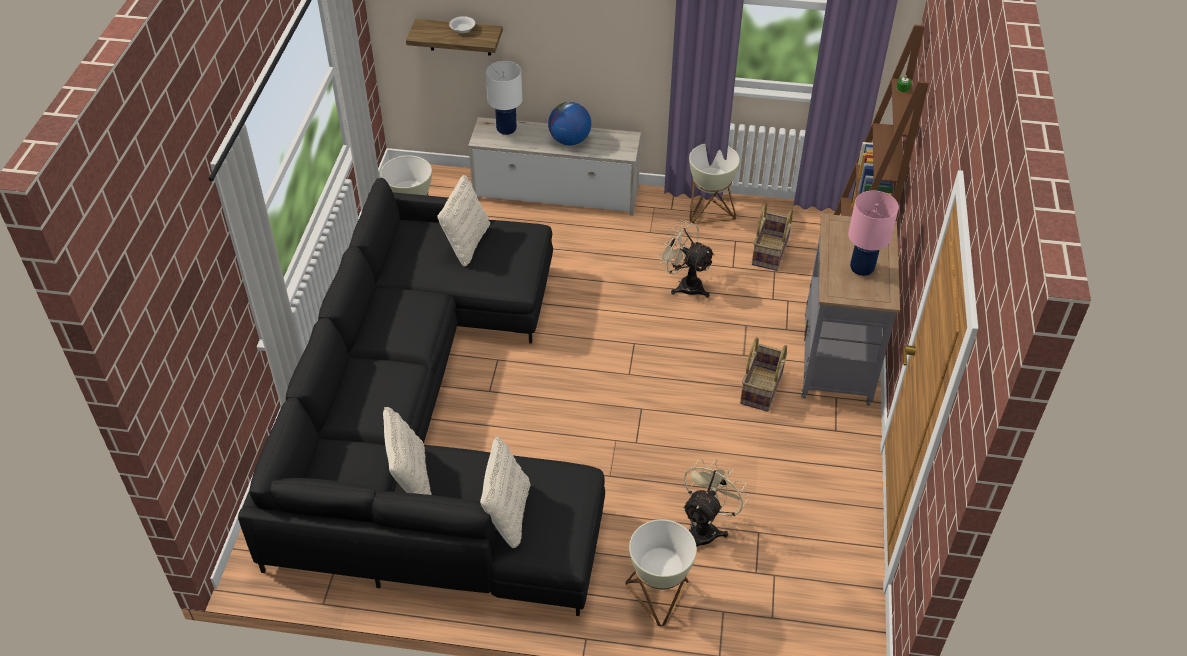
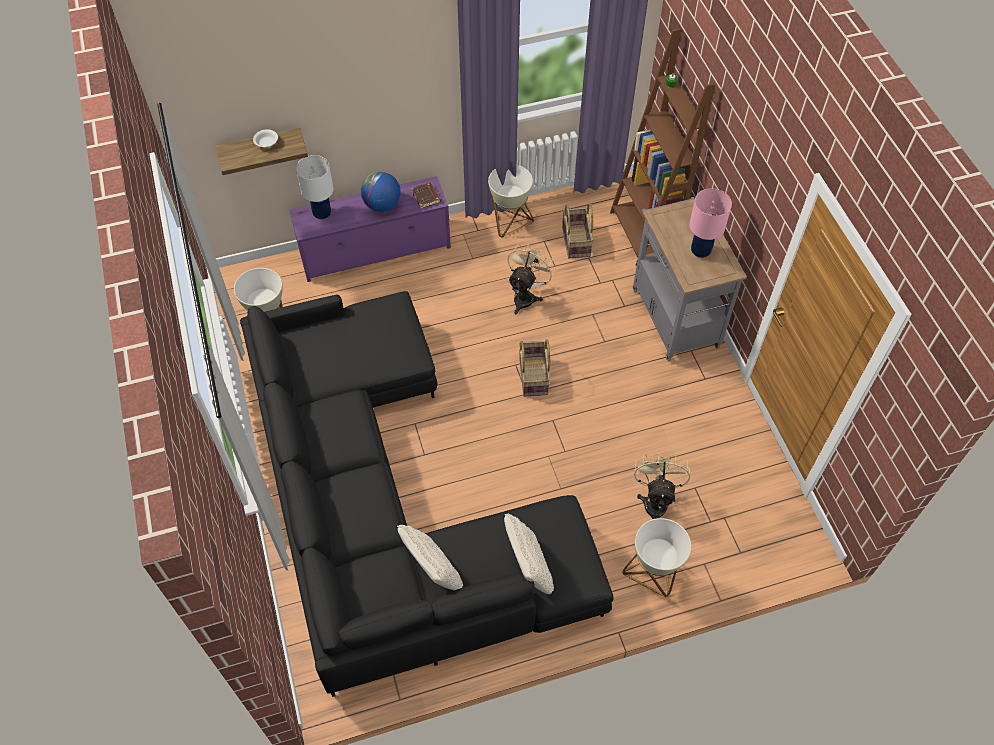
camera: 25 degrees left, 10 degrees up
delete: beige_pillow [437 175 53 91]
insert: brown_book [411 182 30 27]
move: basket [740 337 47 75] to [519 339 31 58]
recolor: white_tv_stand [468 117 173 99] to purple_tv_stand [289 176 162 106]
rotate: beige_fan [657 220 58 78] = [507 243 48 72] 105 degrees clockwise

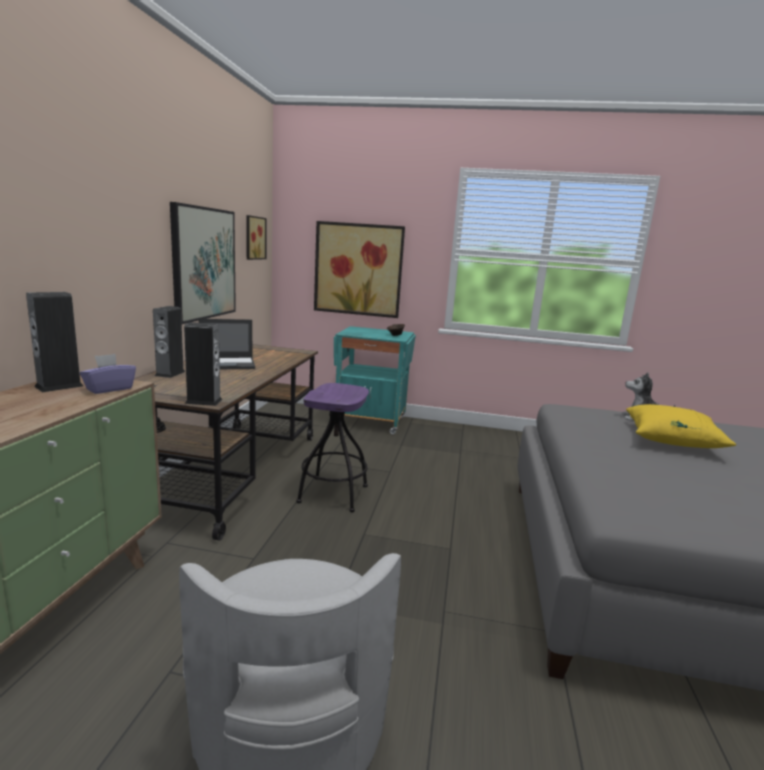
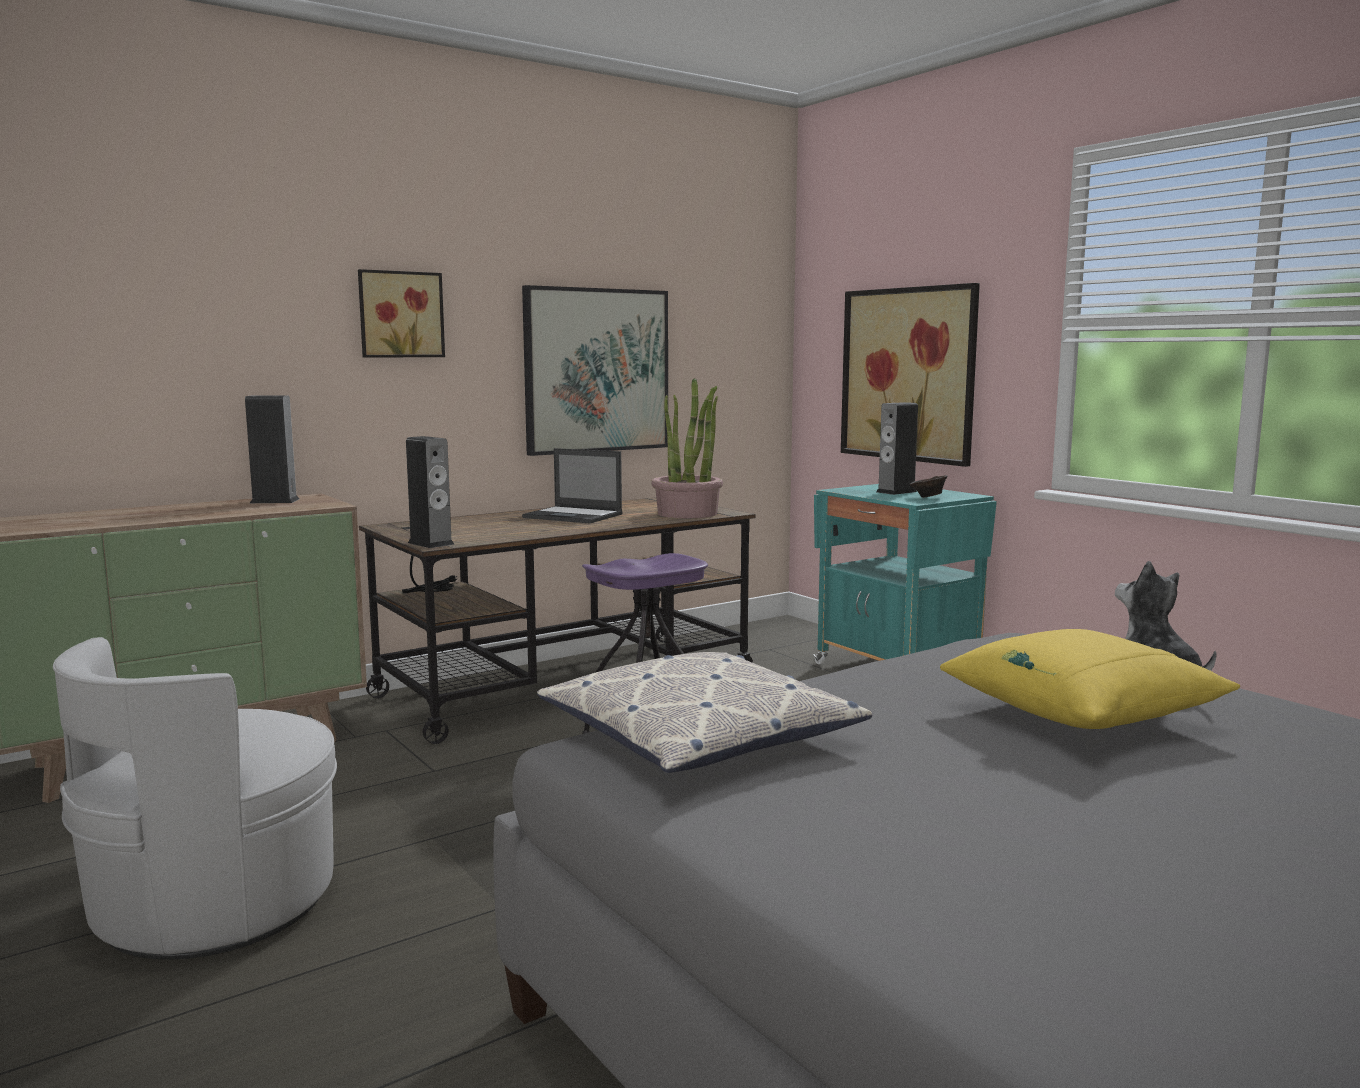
camera: 45 degrees right, 5 degrees down
delete: purple_tissue_box [80 354 56 40]
insert: pillow [537 652 335 121]; potted_plant [651 379 72 139]
move: speaker [153 306 32 72] to [876 402 42 93]; picture [246 215 21 45] to [358 269 87 88]

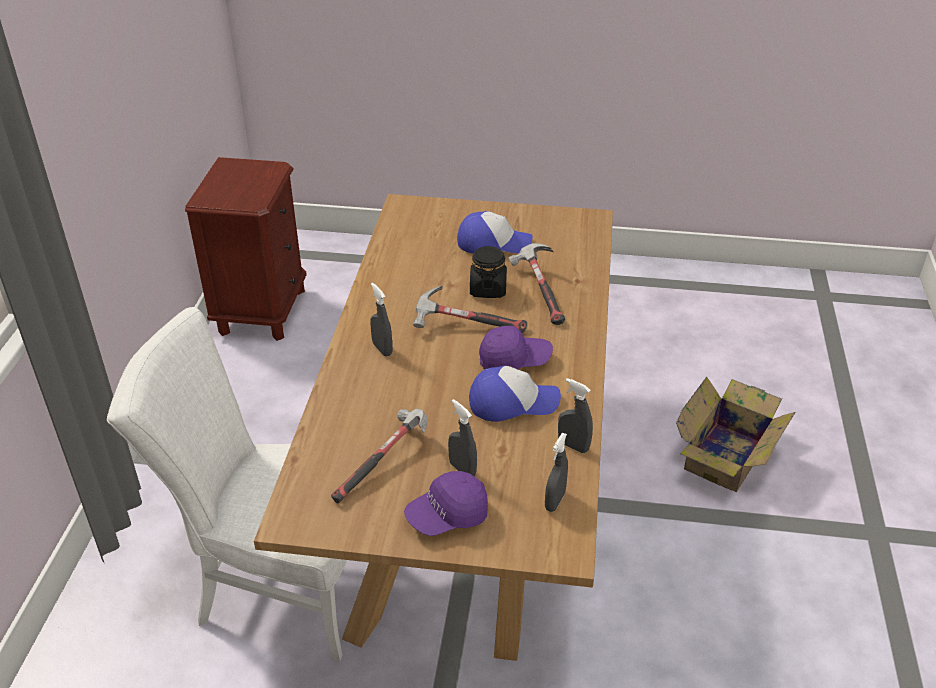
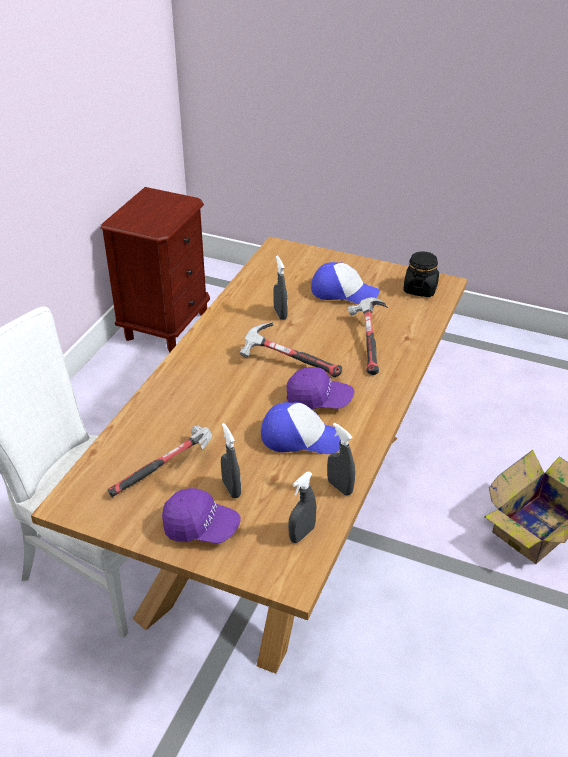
camera: 15 degrees right, 0 degrees up
move: grey_spray_bottle [370 283 23 74] to [273 255 15 65]; black_jar [470 246 37 52] to [403 251 36 46]
rotate: purple_cap [404 471 84 65] = [162 488 79 55] 150 degrees counterclockwise

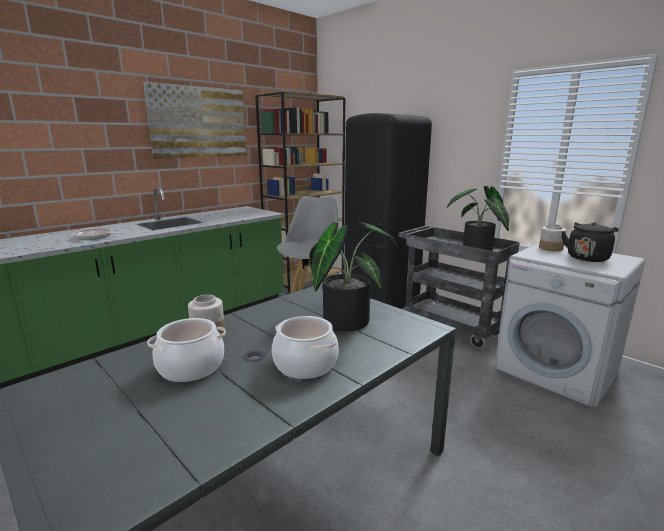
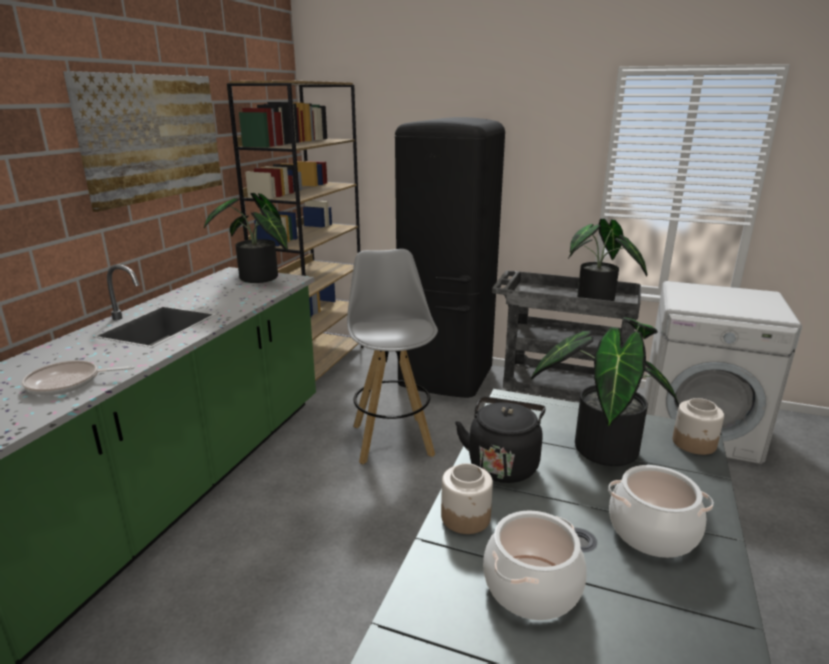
camera: 25 degrees left, 5 degrees up
insert: potted_plant [204 193 84 90]
move: jar [539 224 27 27] to [673 398 51 57]; black_kettle [561 222 58 40] to [455 397 91 86]

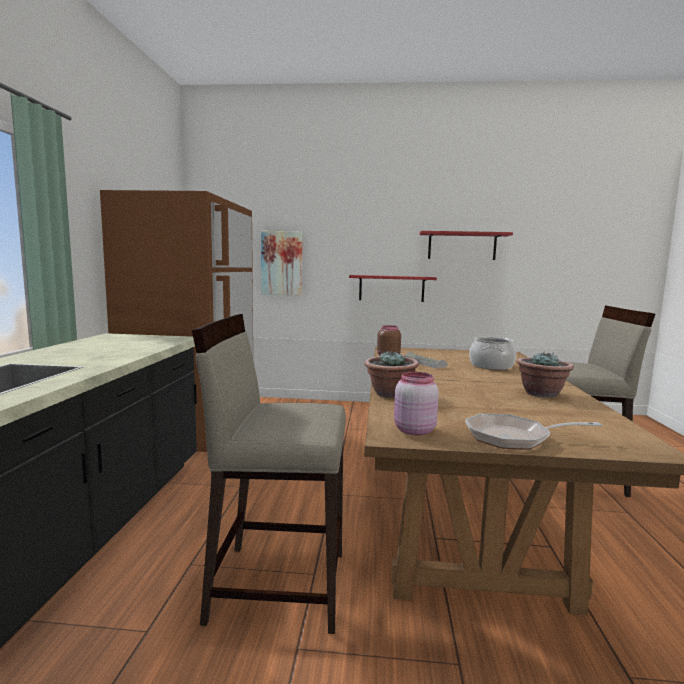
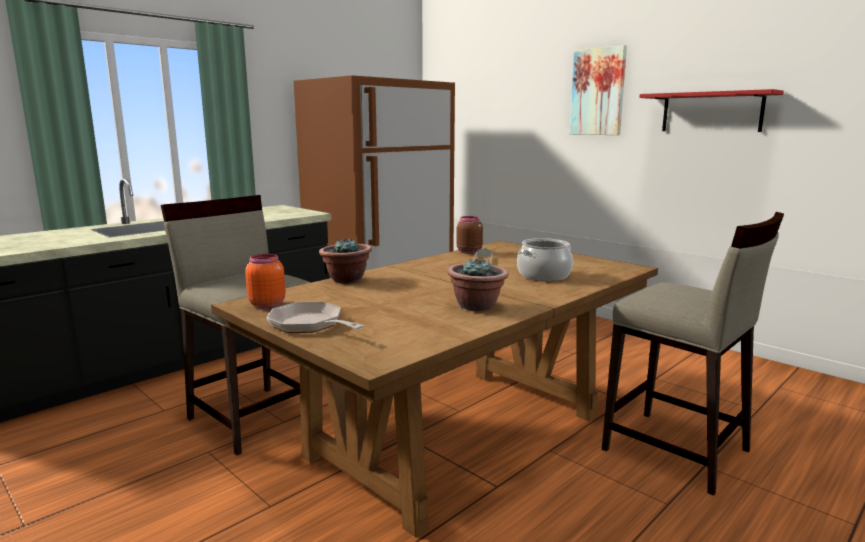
camera: 40 degrees right, 5 degrees up
delete: red_shelf [349 275 88 27]
move: picture [261 231 42 65] to [569 45 58 90]
recolor: pink_jar [394 372 45 64] to orange_jar [245 254 40 54]

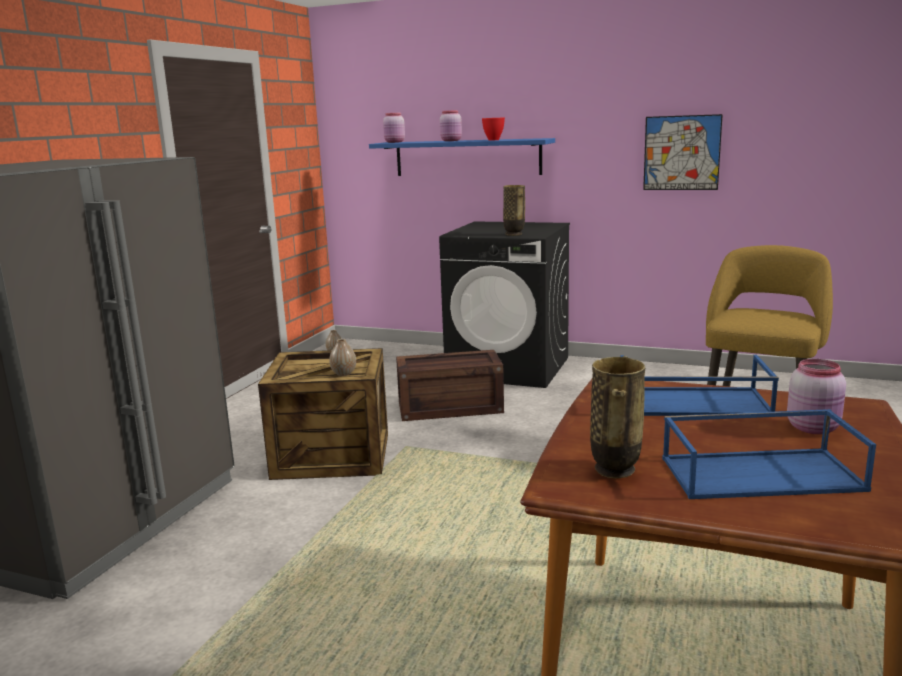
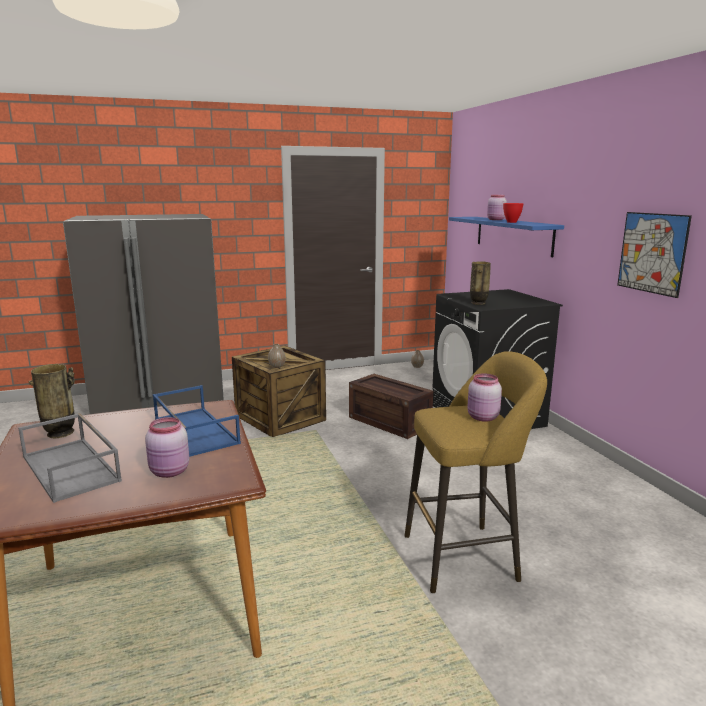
camera: 50 degrees right, 0 degrees up
move: pink_jar [383 113 22 30] to [467 373 35 49]
recolor: blue_tray [662 409 214 90] to grey_tray [18 413 104 90]

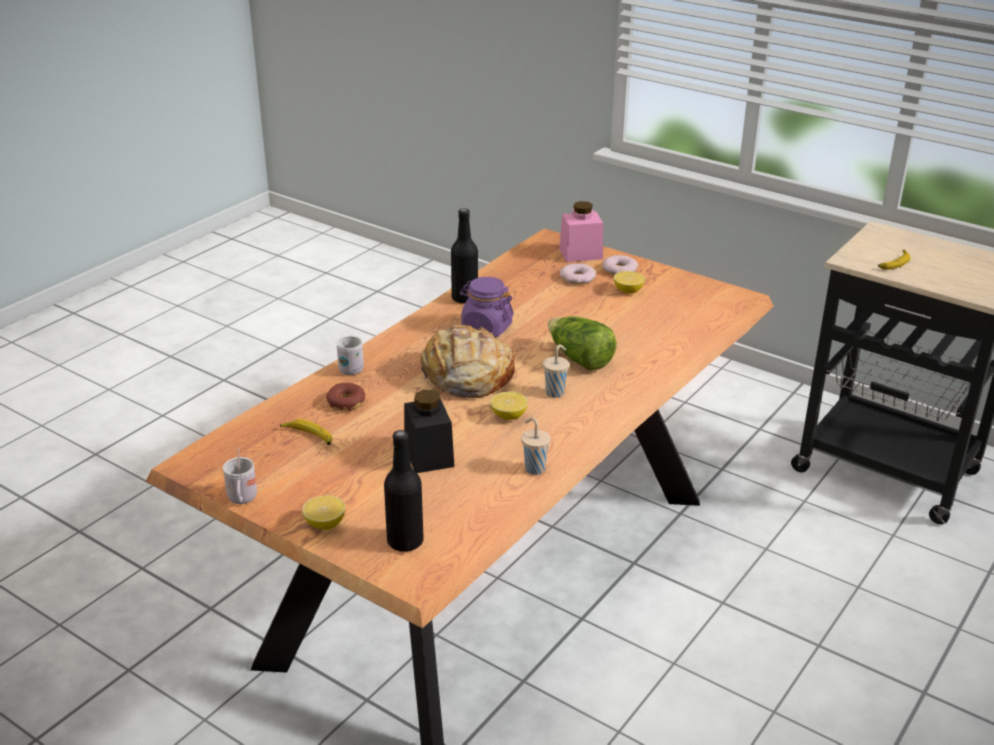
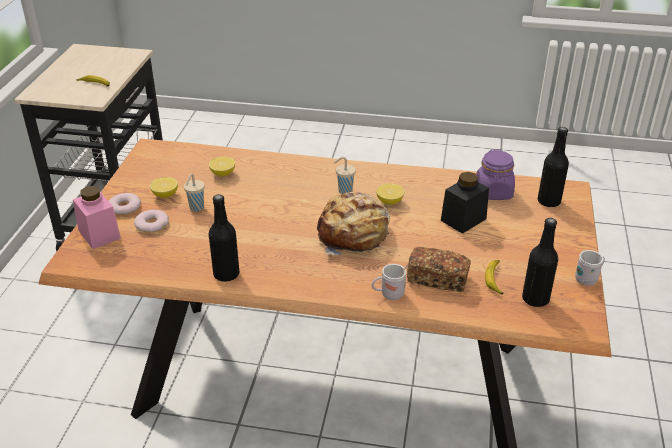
camera: 115 degrees left, 5 degrees up
delete: lettuce [548 316 69 54]
insert: black_bottle [522 218 36 89]
move: lemon [302 495 44 35] to [209 157 26 20]; purple_jar [460 277 54 60] to [476 149 39 51]; beige_cup [521 417 30 58] to [184 173 21 38]
replace: donut [326 383 39 28] to bread [407 247 64 45]

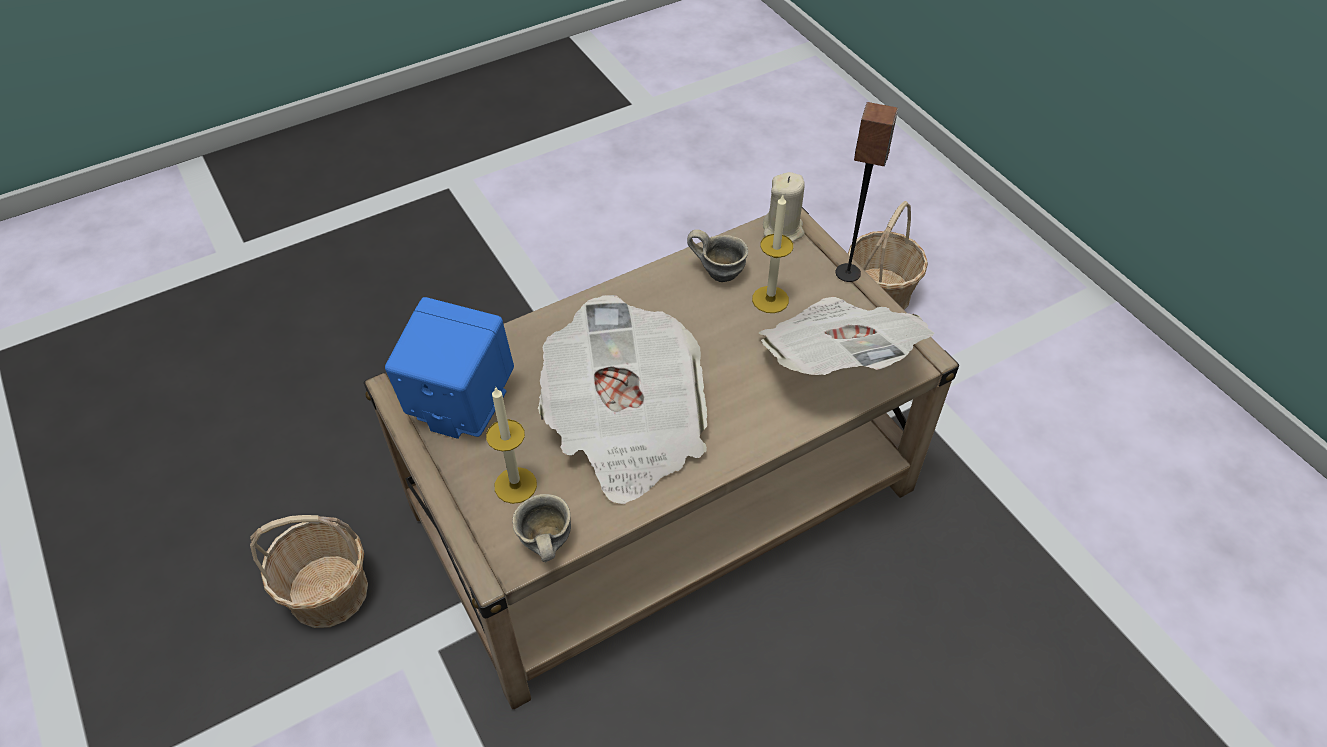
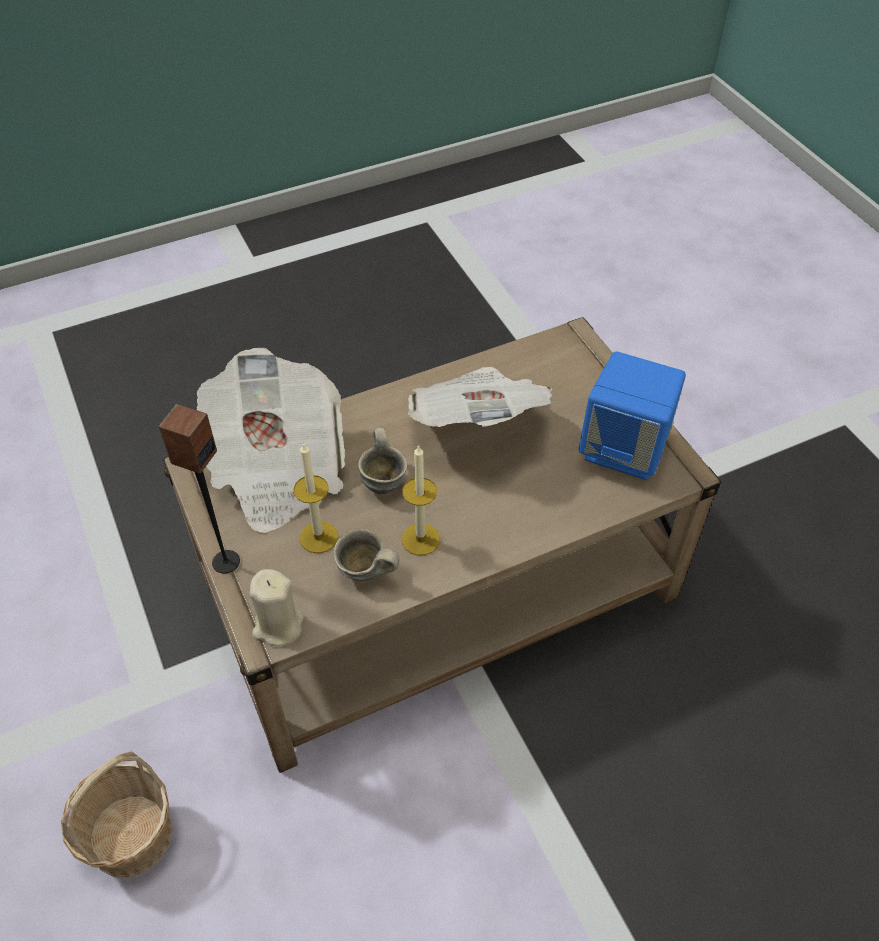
camera: 175 degrees left, 0 degrees up
delete: basket [250 515 118 113]
move: candle [486 386 51 118] to [402 445 38 110]; grey_mug [512 494 59 68] to [358 428 49 66]

